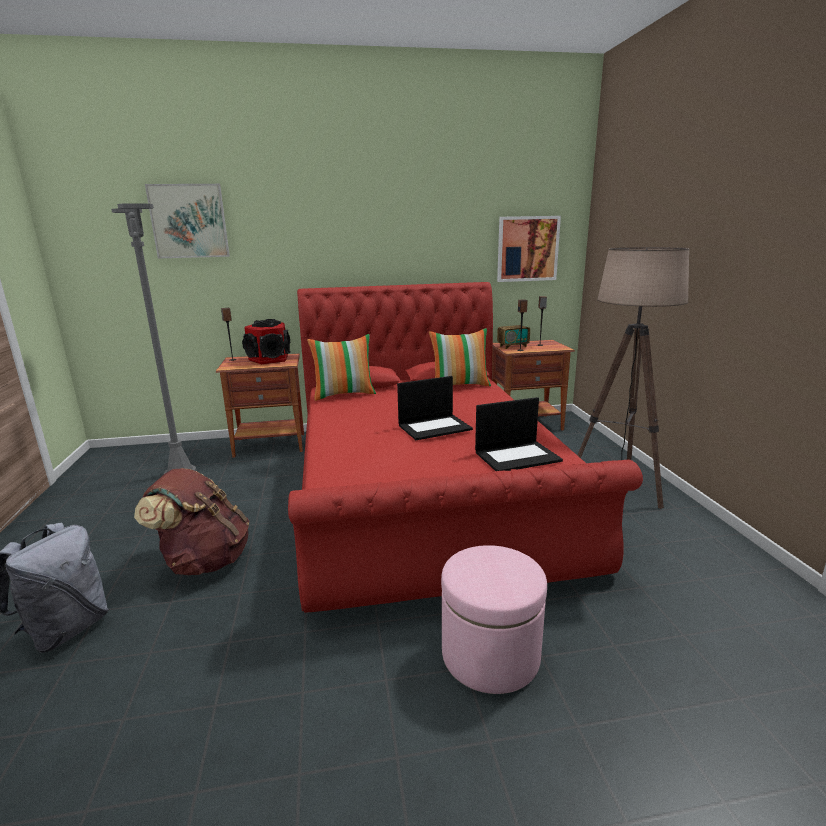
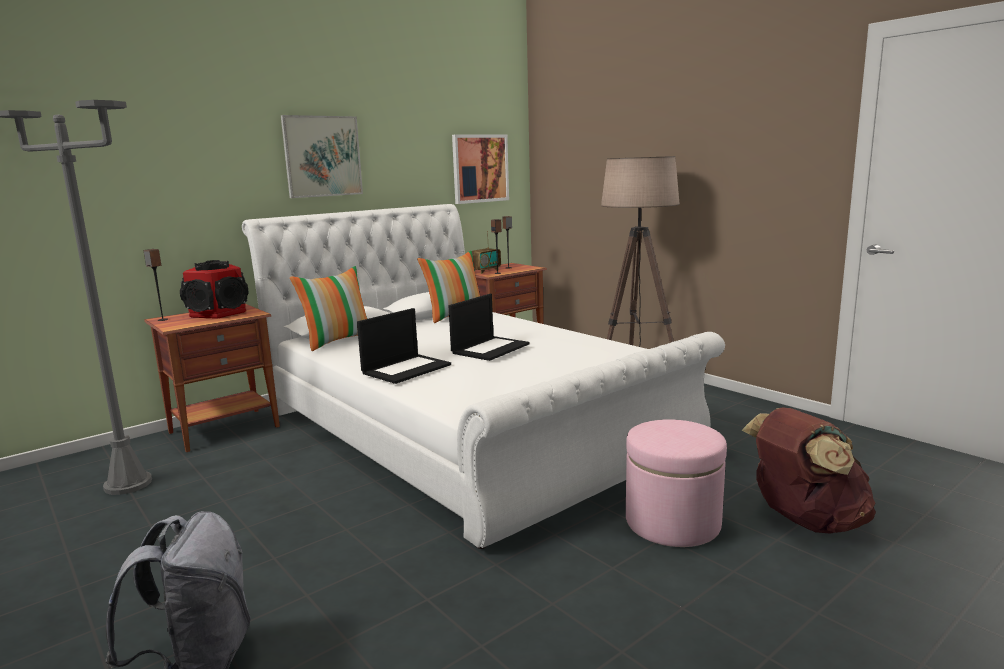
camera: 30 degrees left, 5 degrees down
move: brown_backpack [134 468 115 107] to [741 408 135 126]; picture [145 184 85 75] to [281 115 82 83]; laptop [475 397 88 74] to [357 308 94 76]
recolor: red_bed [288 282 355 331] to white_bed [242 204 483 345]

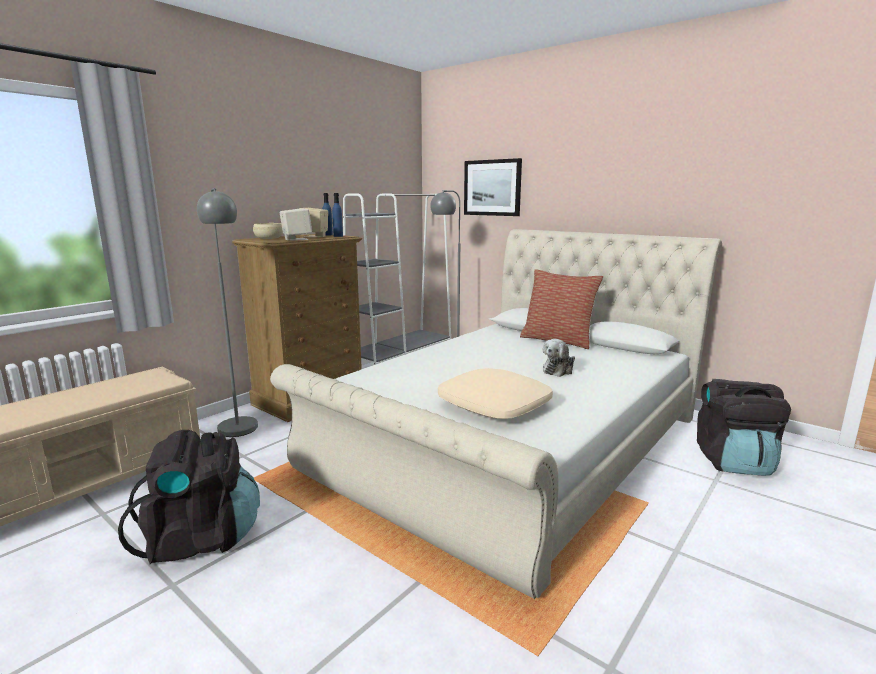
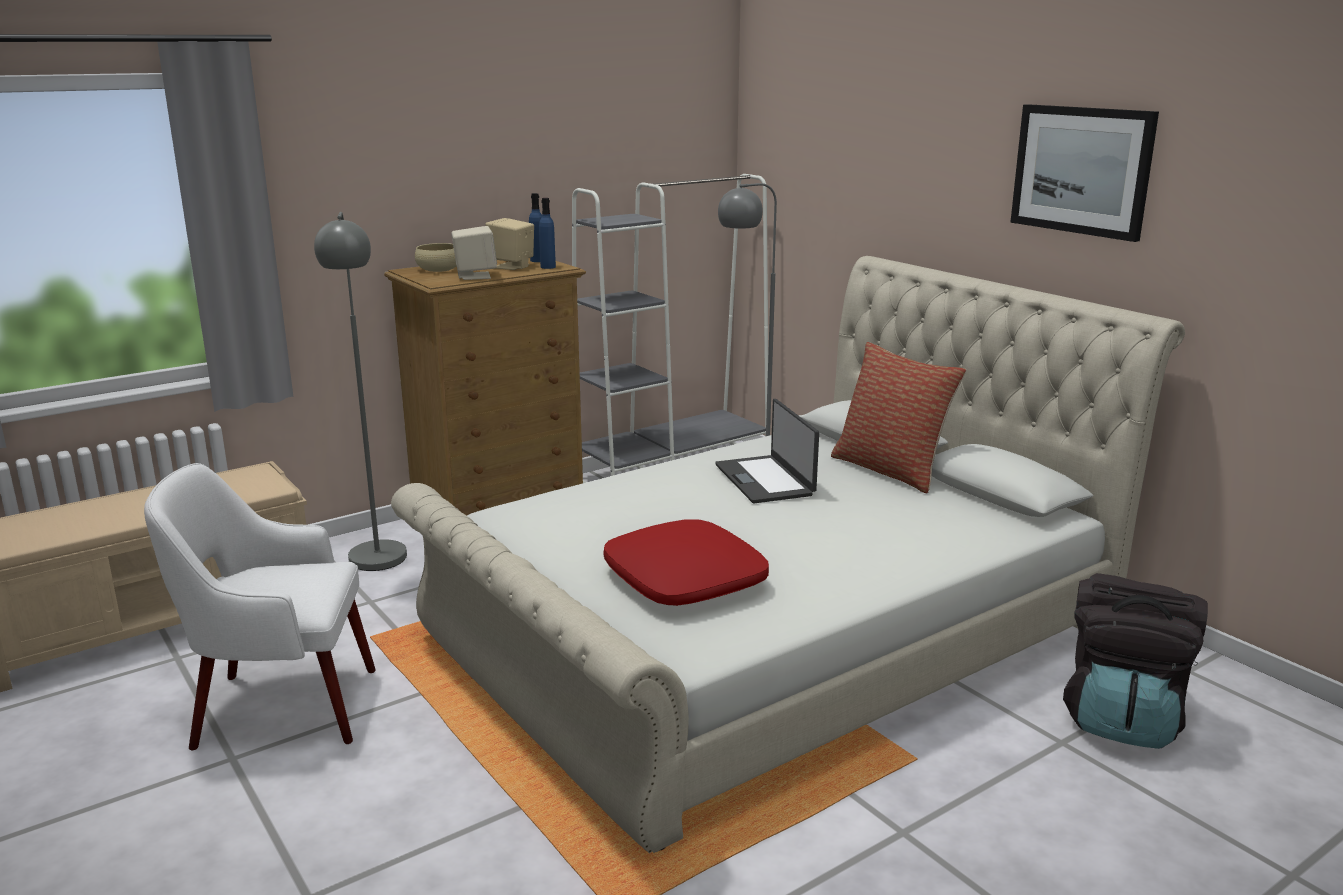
camera: 15 degrees right, 5 degrees up
delete: plush_toy [543 339 32 38]
insert: laptop [715 399 104 104]
move: picture [464 158 58 58] to [1010 104 149 138]
replace: black_backpack [118 430 142 134] to white_armchair [144 463 232 287]
recolor: beige_pillow [438 368 115 51] to red_pillow [604 520 165 86]

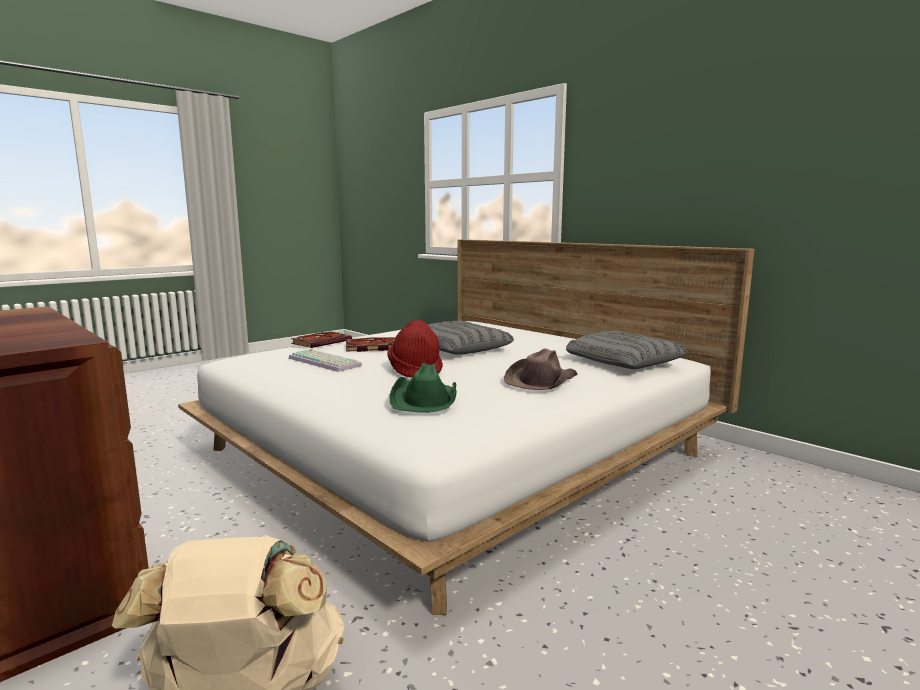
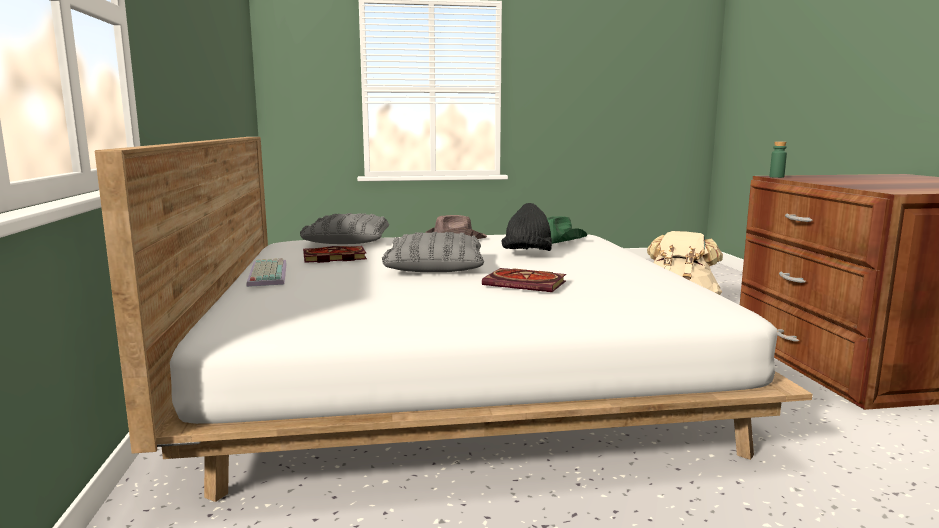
camera: 145 degrees left, 0 degrees up
insert: green_bottle [770 142 17 36]
move: keyboard [289 349 73 23] to [246 258 41 29]; book [291 331 61 17] to [303 246 64 17]
recolor: red_hat [387 320 56 58] to black_hat [502 203 50 48]

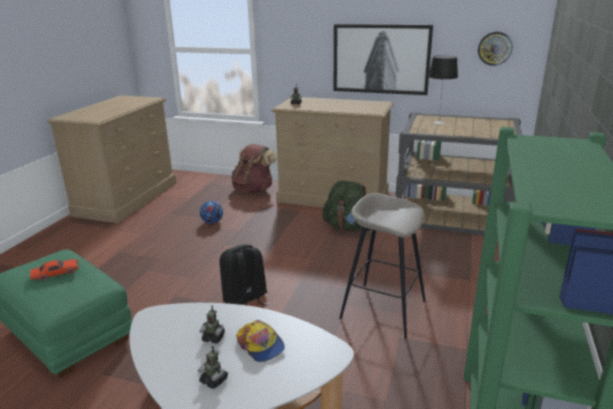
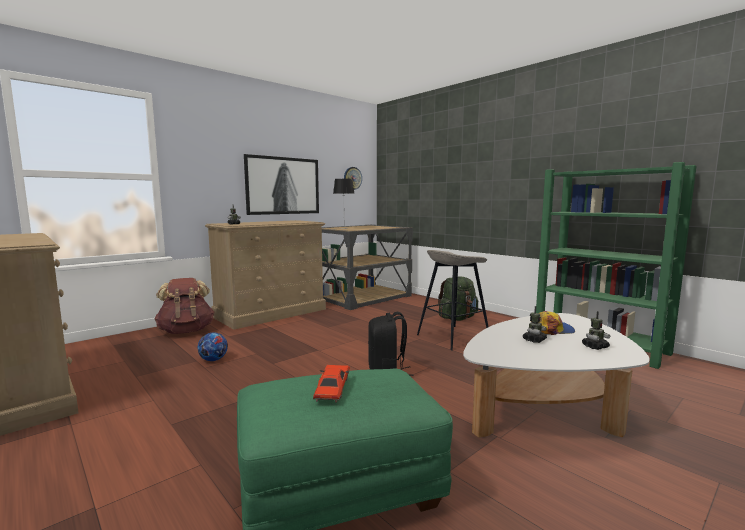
camera: 60 degrees left, 15 degrees down
move: green_backpack [323 181 43 50] to [438 277 40 44]

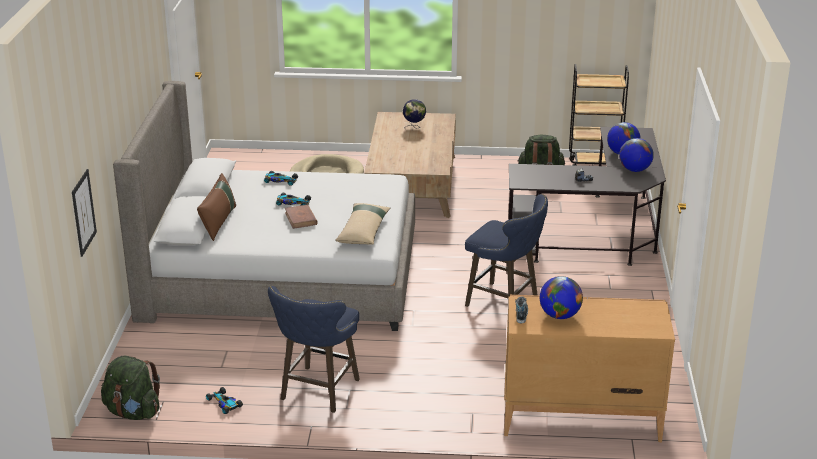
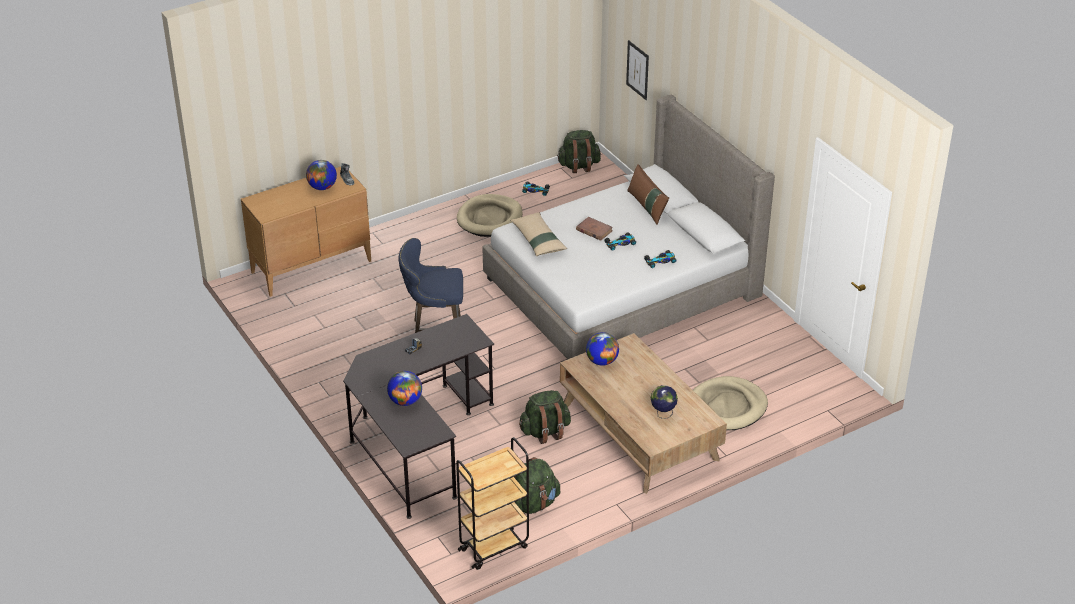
camera: 145 degrees right, 10 degrees up
insert: green_backpack [519 390 52 54]
move: globe [619 138 35 34] to [586 332 33 34]
replace: blue_stool [268 286 92 127] to beige_dog_bed [457 194 65 43]

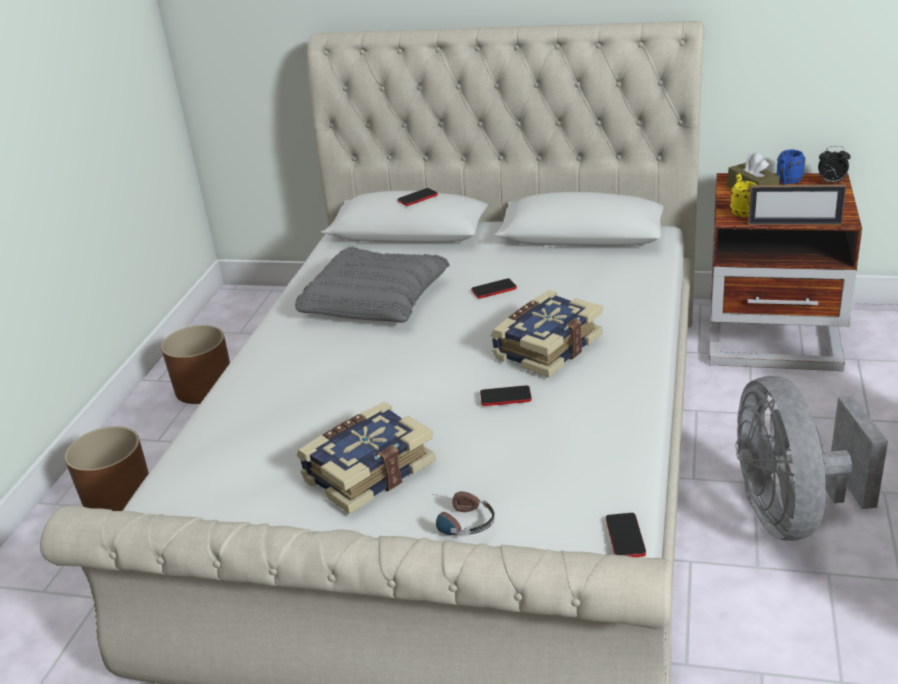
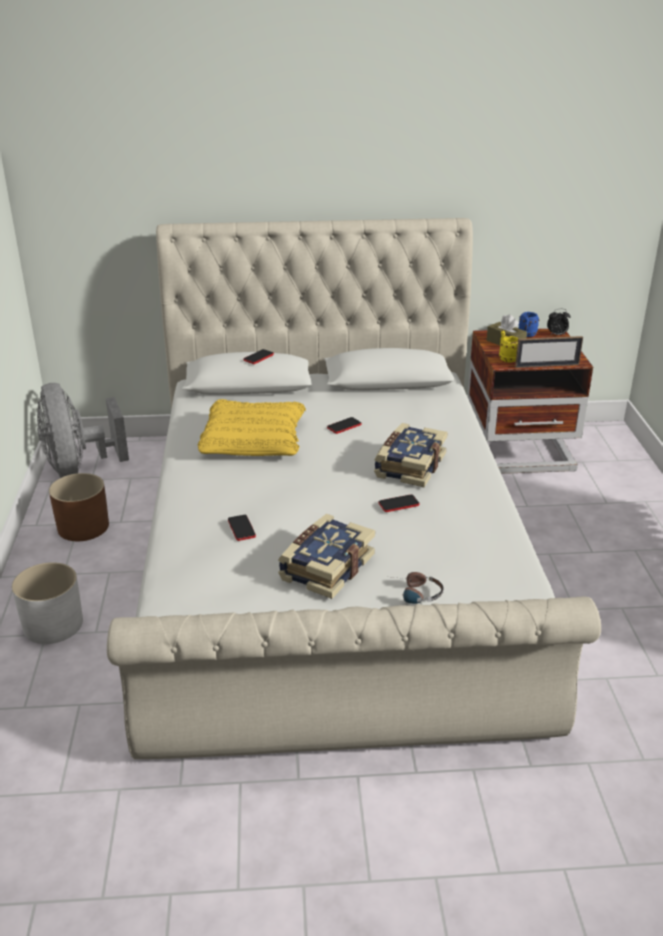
camera: 20 degrees left, 0 degrees up
move: phone [606 513 40 44] to [228 515 28 26]; grey_fan [736 376 152 165] to [37 383 92 95]
recolor: brown_planter [65 426 84 85] to white_planter [12 562 71 82]; grey_pillow [295 247 155 76] to yellow_pillow [197 399 109 57]

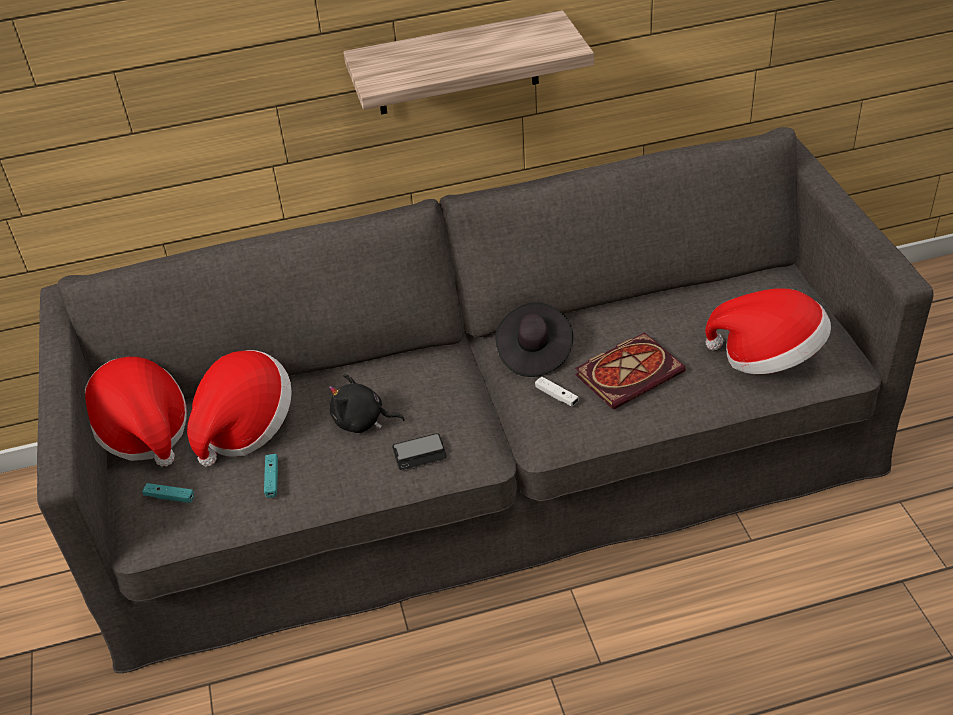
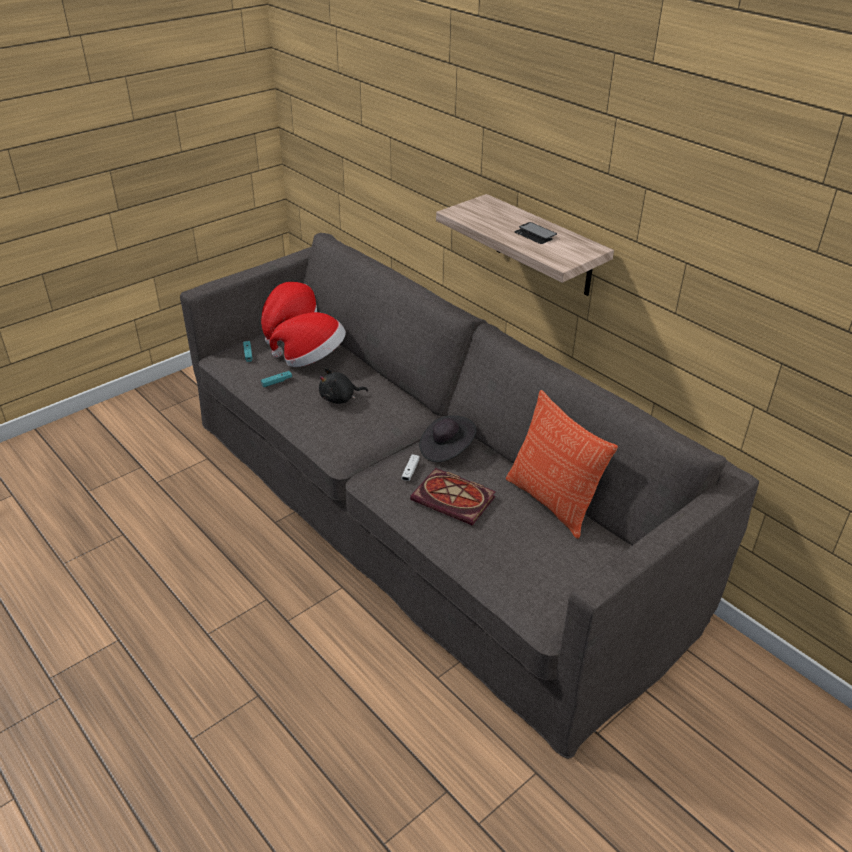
camera: 60 degrees right, 5 degrees down
delete: hat [705 289 126 85]
insert: orange_pillow [506 390 112 149]
move: phone [392 433 55 37] to [515 222 42 22]
rotate: black_plush_toy [329 374 76 59] = [319 368 49 36] 90 degrees counterclockwise

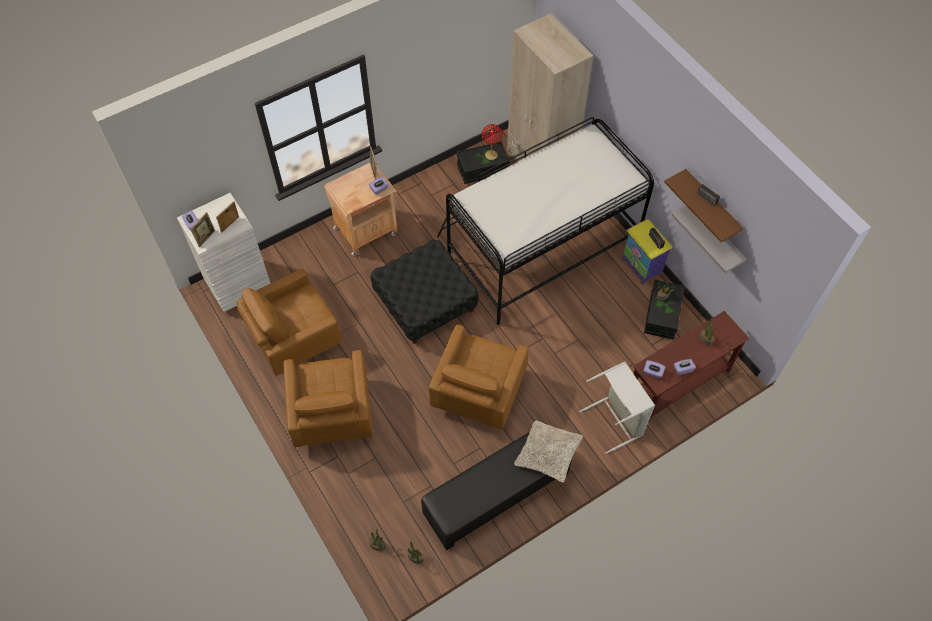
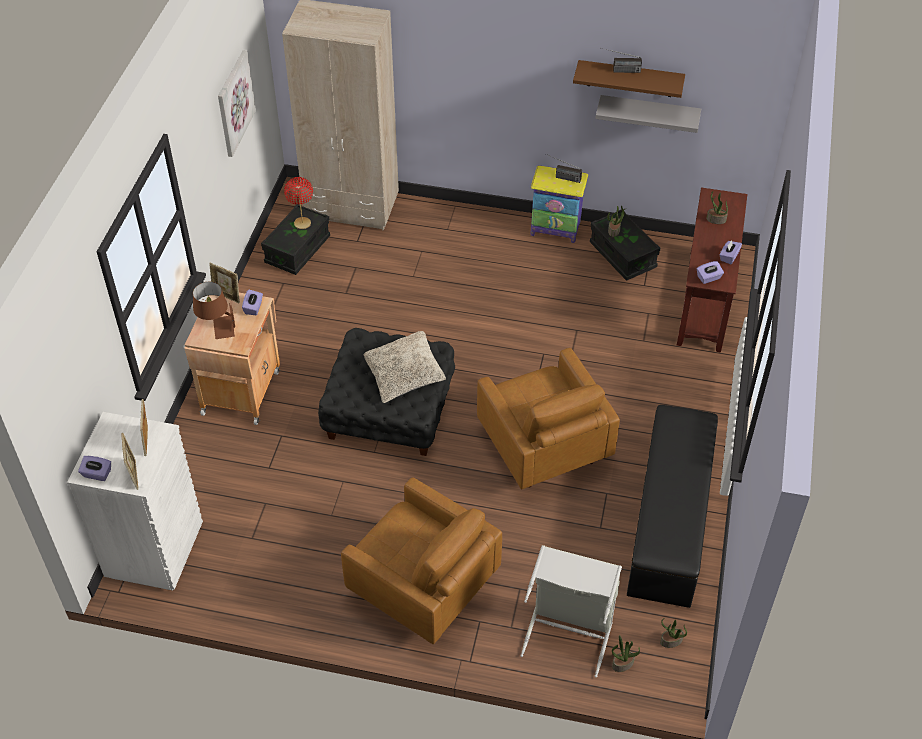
camera: 45 degrees left, 10 degrees down
delete: brown_armchair [236 269 106 107]; black_bed [437 117 217 208]
insert: brown_table_lamp [193 282 42 57]; picture [218 50 38 107]
move: beige_pillow [514 420 69 63] to [363 331 83 72]; grey_laundry_basket [579 362 76 92] to [521 545 101 133]

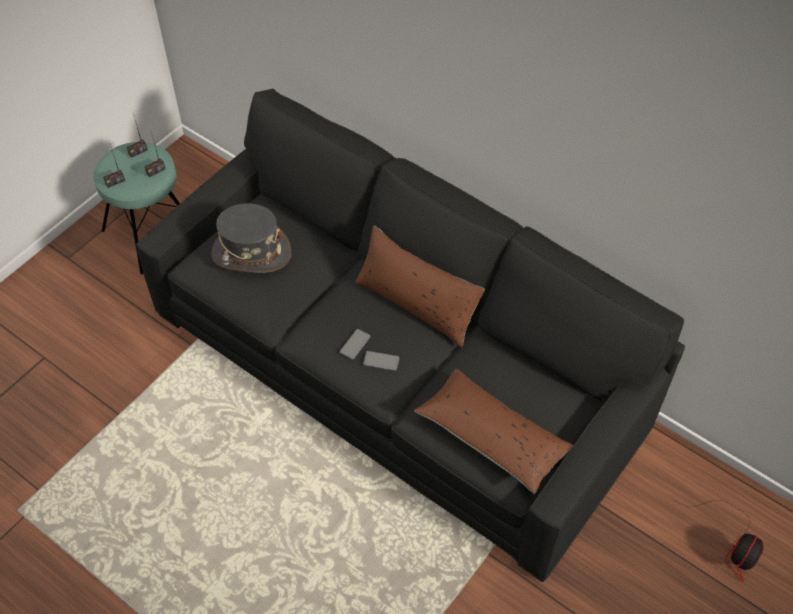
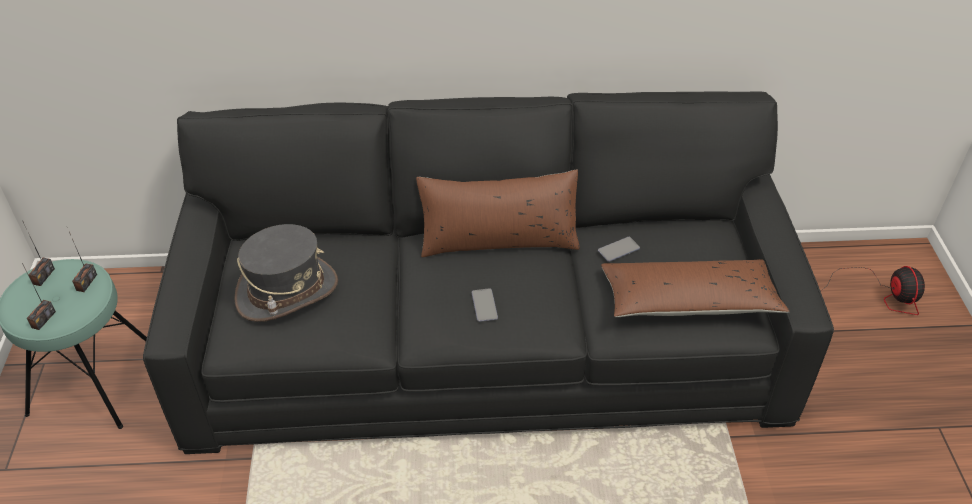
camera: 40 degrees left, 10 degrees down
move: phone [363 351 36 20] to [598 237 42 25]

